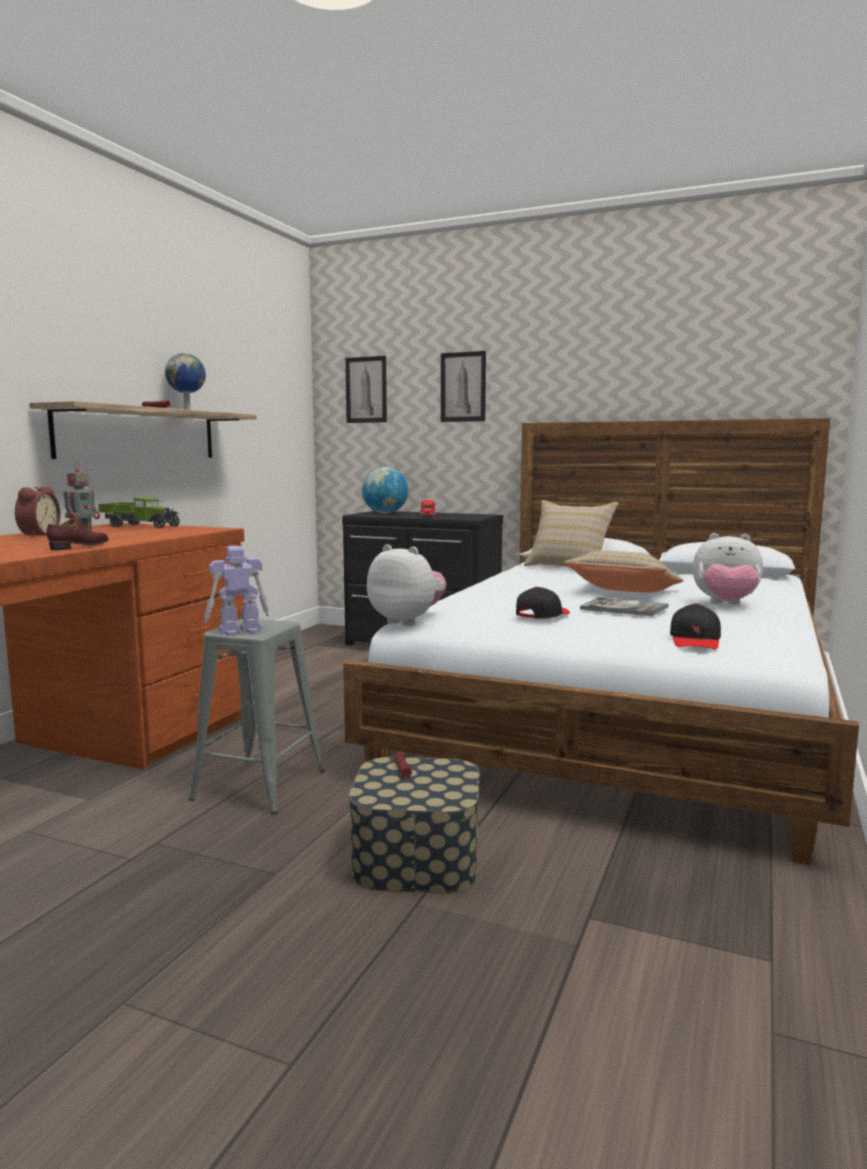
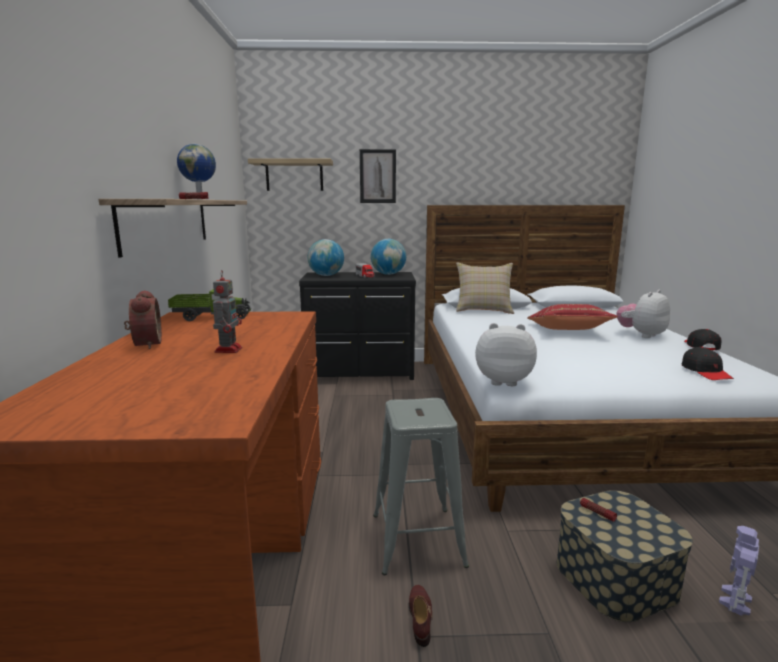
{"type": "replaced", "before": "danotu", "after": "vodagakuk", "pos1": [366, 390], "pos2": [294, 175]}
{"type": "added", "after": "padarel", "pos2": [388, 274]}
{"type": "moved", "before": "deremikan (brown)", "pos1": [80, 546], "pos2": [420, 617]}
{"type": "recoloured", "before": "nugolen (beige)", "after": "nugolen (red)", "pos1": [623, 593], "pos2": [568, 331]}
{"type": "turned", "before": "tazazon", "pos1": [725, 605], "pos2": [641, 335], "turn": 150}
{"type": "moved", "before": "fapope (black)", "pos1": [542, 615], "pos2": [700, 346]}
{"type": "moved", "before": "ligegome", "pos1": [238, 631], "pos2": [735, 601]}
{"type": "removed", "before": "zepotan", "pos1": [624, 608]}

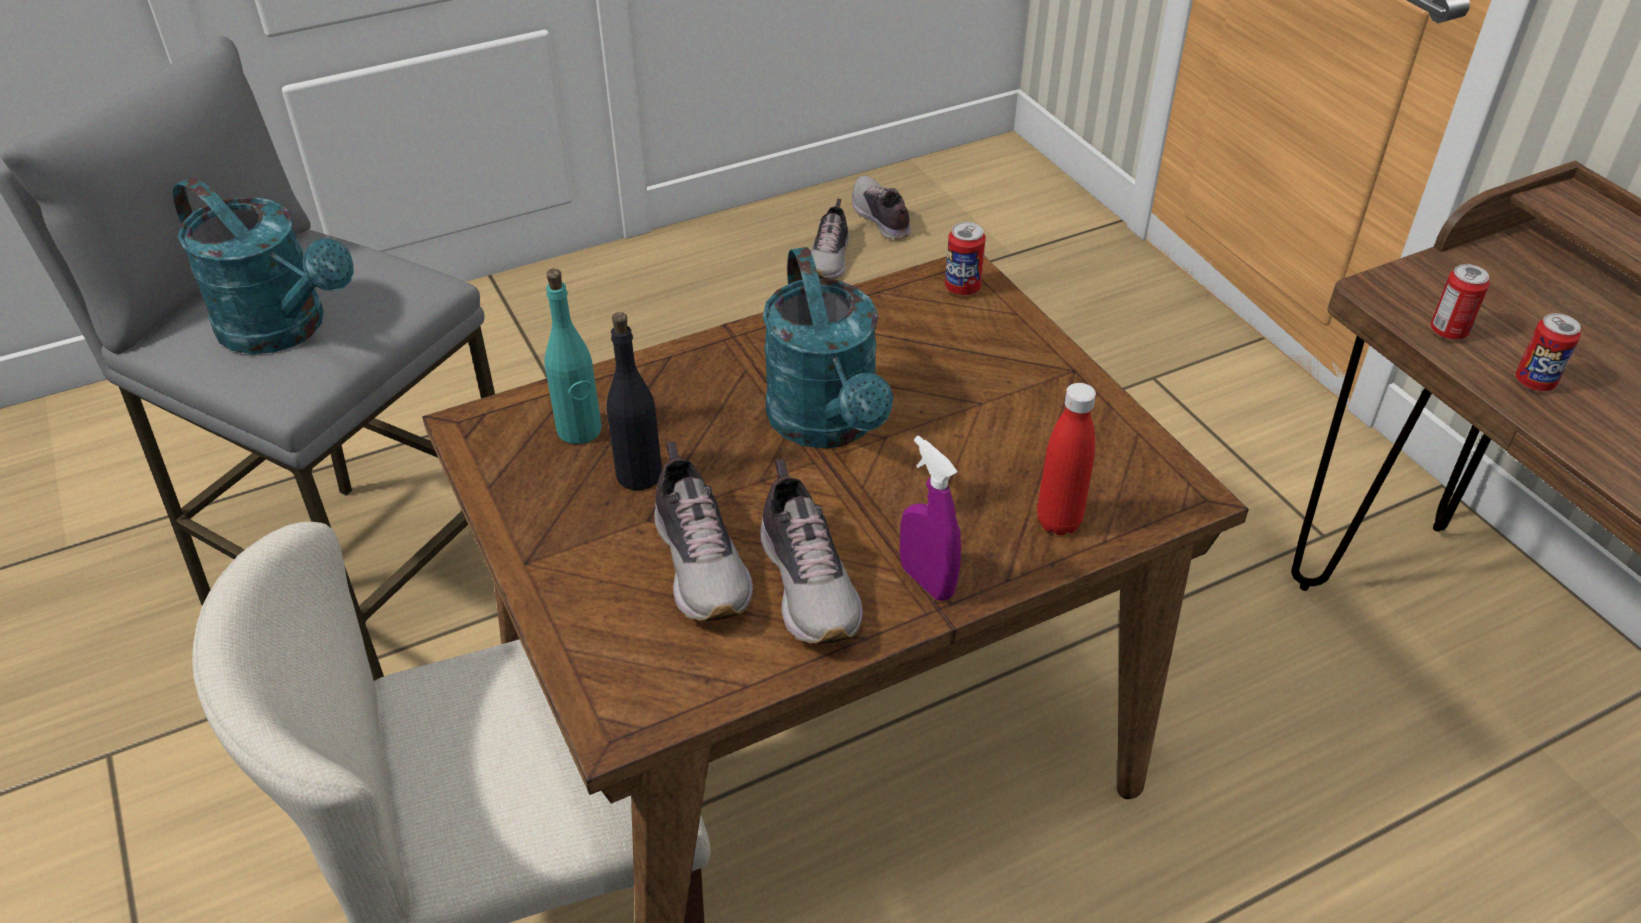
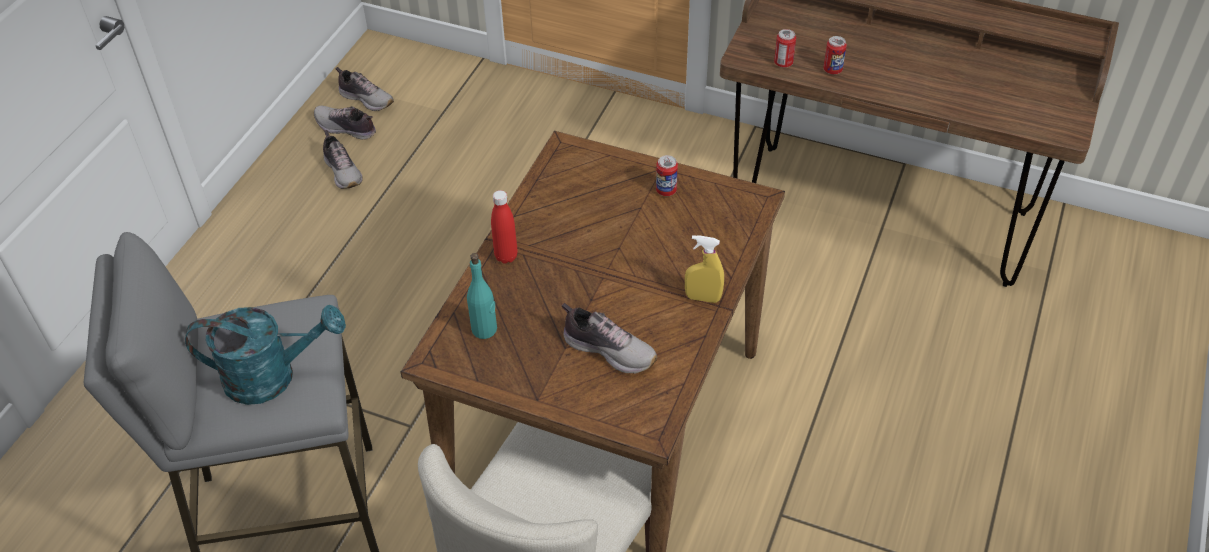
{"type": "moved", "before": "deremikan", "pos1": [809, 583], "pos2": [367, 99]}
{"type": "moved", "before": "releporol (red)", "pos1": [1058, 522], "pos2": [506, 256]}
{"type": "moved", "before": "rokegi", "pos1": [962, 288], "pos2": [666, 190]}
{"type": "recoloured", "before": "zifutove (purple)", "after": "zifutove (yellow)", "pos1": [926, 581], "pos2": [703, 298]}
{"type": "removed", "before": "releporol (black)", "pos1": [640, 474]}
{"type": "removed", "before": "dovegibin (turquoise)", "pos1": [828, 425]}

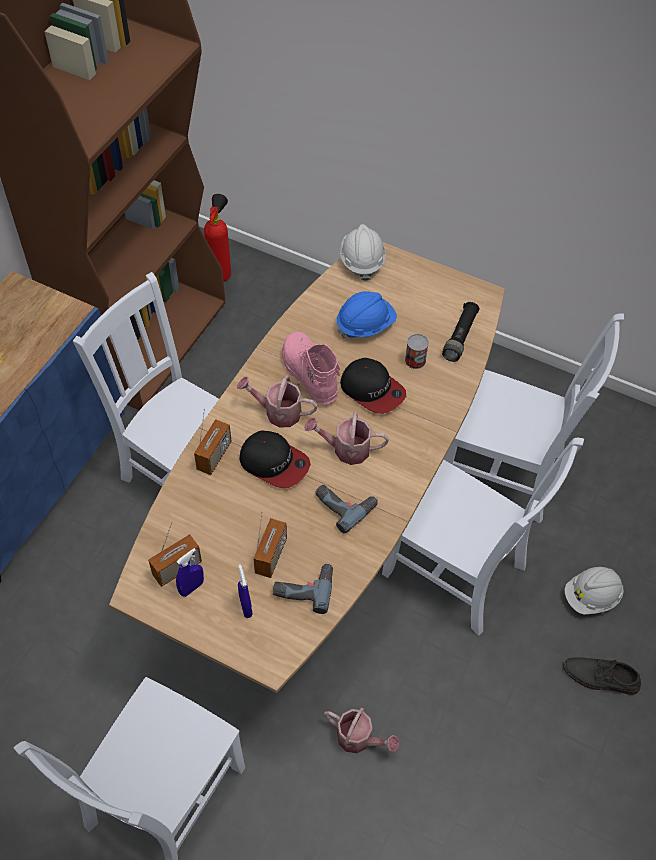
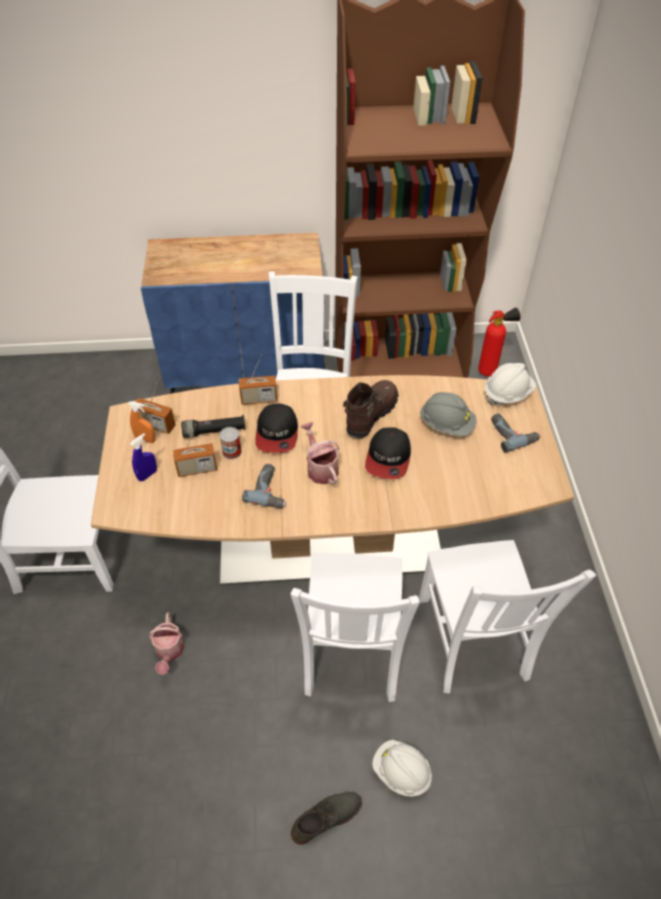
{"type": "recoloured", "before": "zifutove (blue)", "after": "zifutove (orange)", "pos1": [191, 588], "pos2": [145, 439]}
{"type": "moved", "before": "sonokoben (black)", "pos1": [460, 337], "pos2": [214, 431]}
{"type": "moved", "before": "rokegi", "pos1": [415, 360], "pos2": [232, 451]}
{"type": "turned", "before": "deremikan (grey)", "pos1": [600, 678], "pos2": [326, 817], "turn": 75}
{"type": "recoloured", "before": "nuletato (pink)", "after": "nuletato (brown)", "pos1": [308, 375], "pos2": [370, 415]}
{"type": "recoloured", "before": "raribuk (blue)", "after": "raribuk (grey)", "pos1": [365, 325], "pos2": [446, 425]}
{"type": "moved", "before": "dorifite", "pos1": [303, 587], "pos2": [512, 433]}
{"type": "removed", "before": "dovegibin", "pos1": [278, 412]}

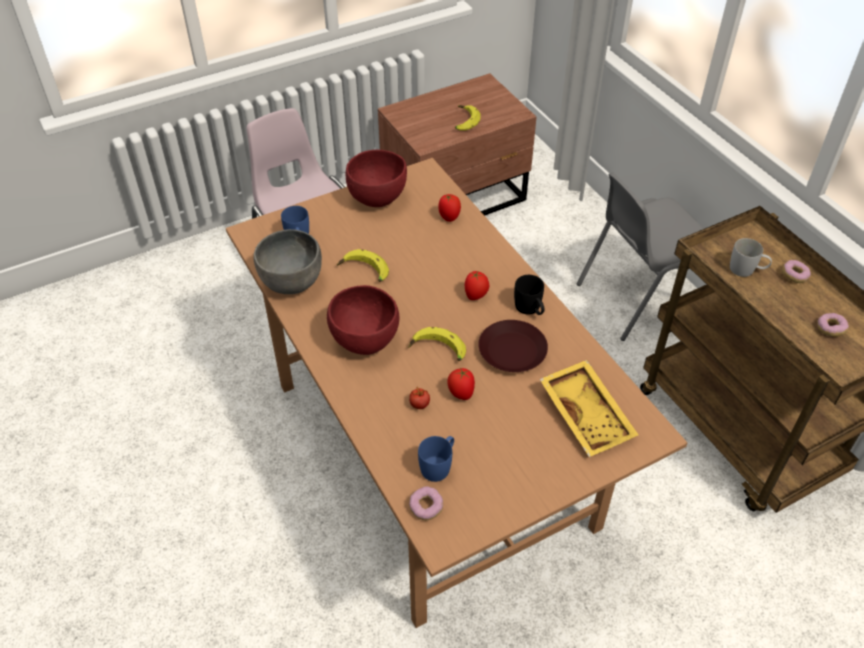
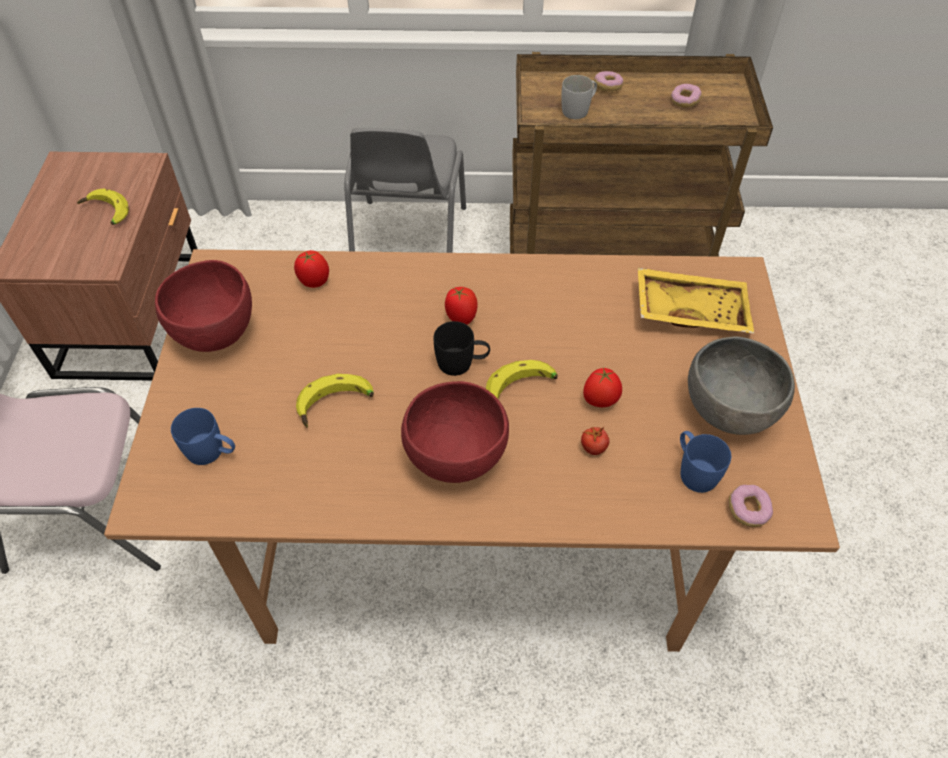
{"type": "moved", "before": "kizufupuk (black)", "pos1": [530, 309], "pos2": [462, 363]}
{"type": "moved", "before": "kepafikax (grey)", "pos1": [291, 283], "pos2": [729, 413]}
{"type": "removed", "before": "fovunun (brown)", "pos1": [512, 352]}

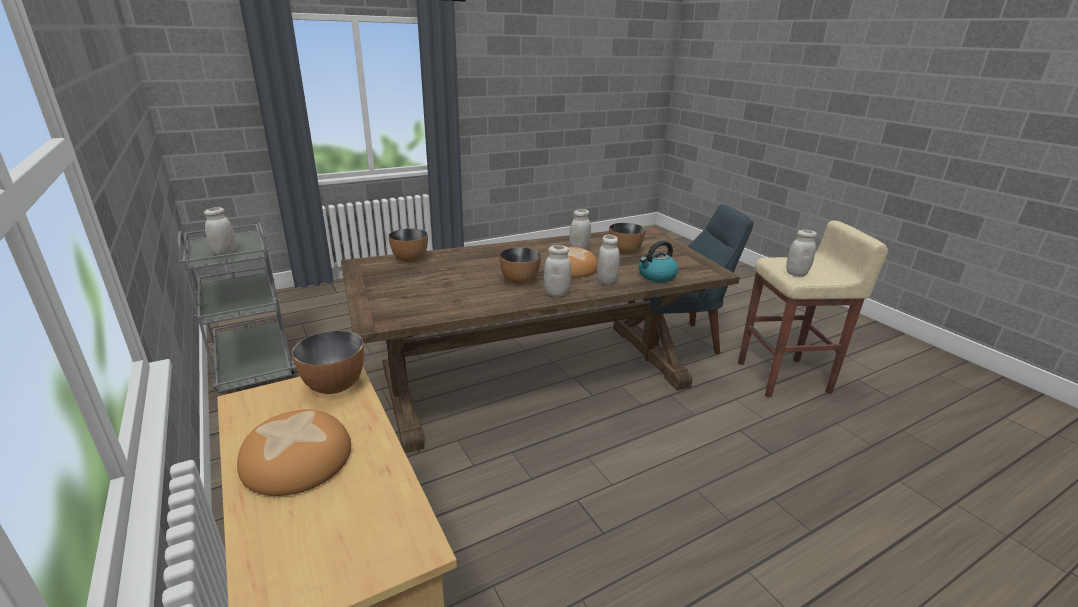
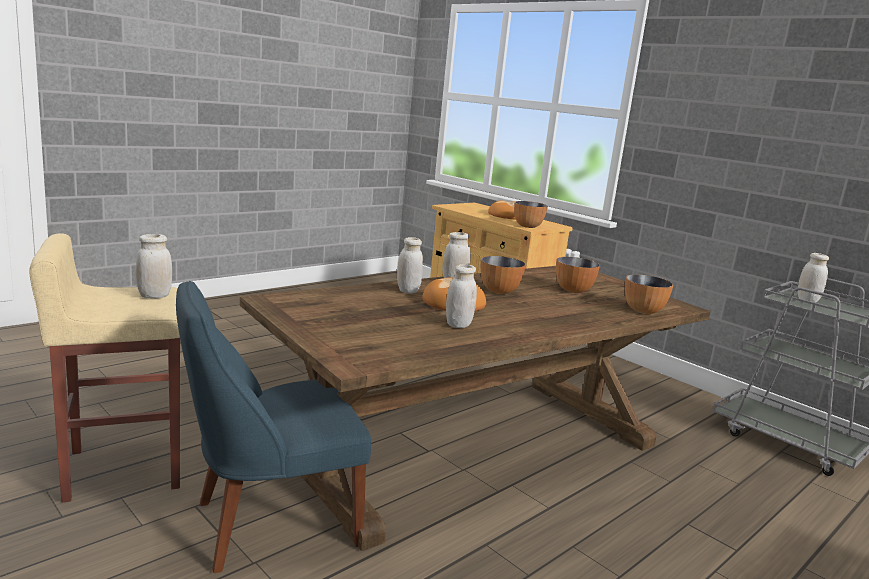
{"type": "moved", "before": "kepafikax", "pos1": [624, 252], "pos2": [573, 290]}
{"type": "removed", "before": "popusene", "pos1": [656, 276]}

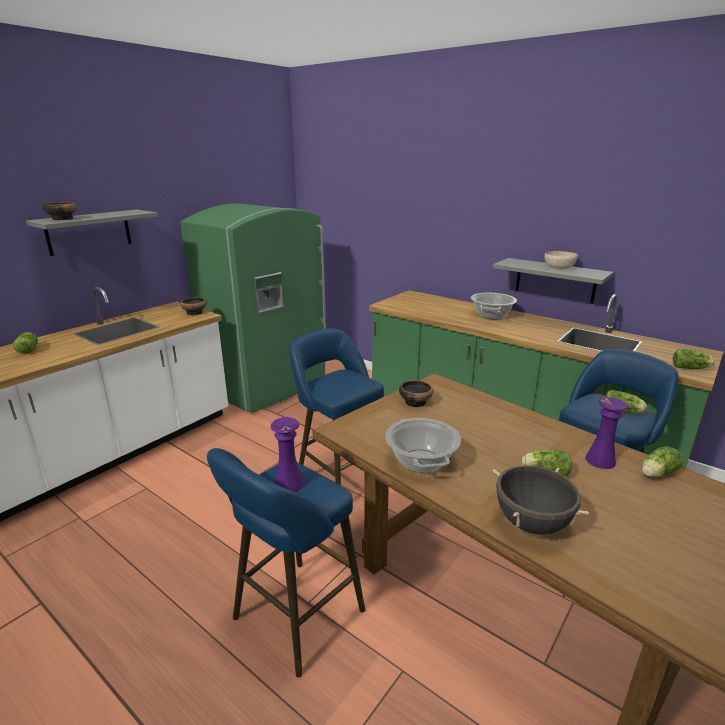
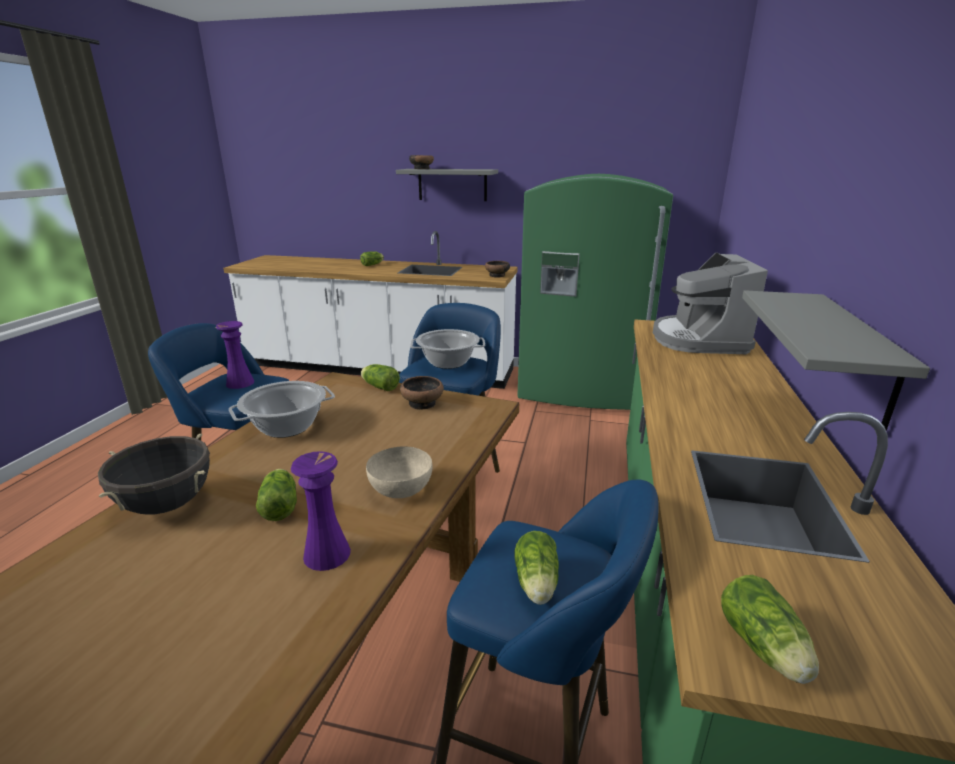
{"type": "moved", "before": "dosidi", "pos1": [656, 474], "pos2": [379, 386]}
{"type": "moved", "before": "kepafikax (beige)", "pos1": [558, 267], "pos2": [400, 487]}
{"type": "moved", "before": "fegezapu", "pos1": [491, 315], "pos2": [448, 362]}
{"type": "added", "after": "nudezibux", "pos2": [698, 339]}

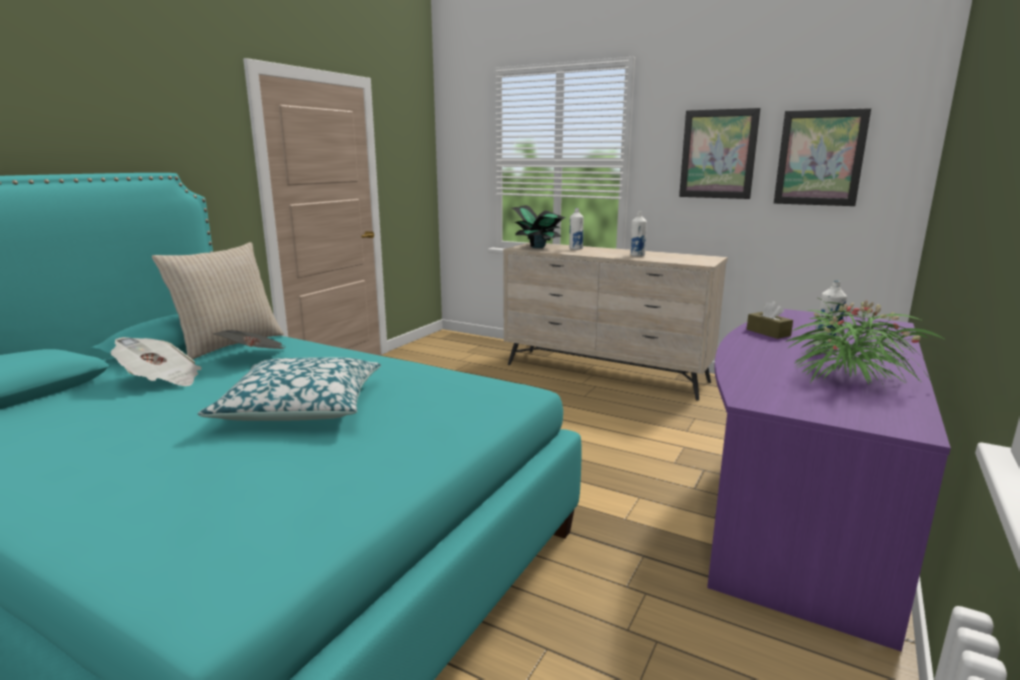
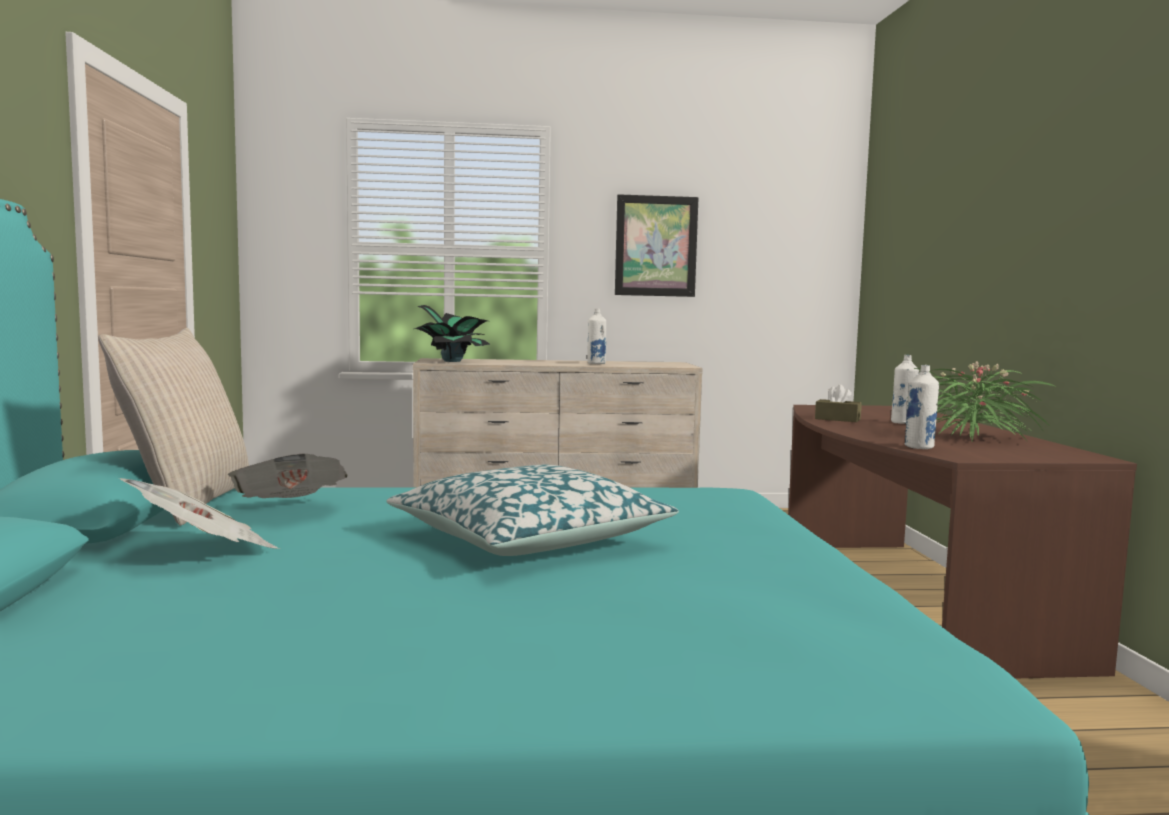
{"type": "recoloured", "before": "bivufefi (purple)", "after": "bivufefi (brown)", "pos1": [801, 505], "pos2": [906, 598]}
{"type": "moved", "before": "releporol (white)", "pos1": [575, 249], "pos2": [919, 447]}
{"type": "removed", "before": "danotu", "pos1": [820, 158]}

